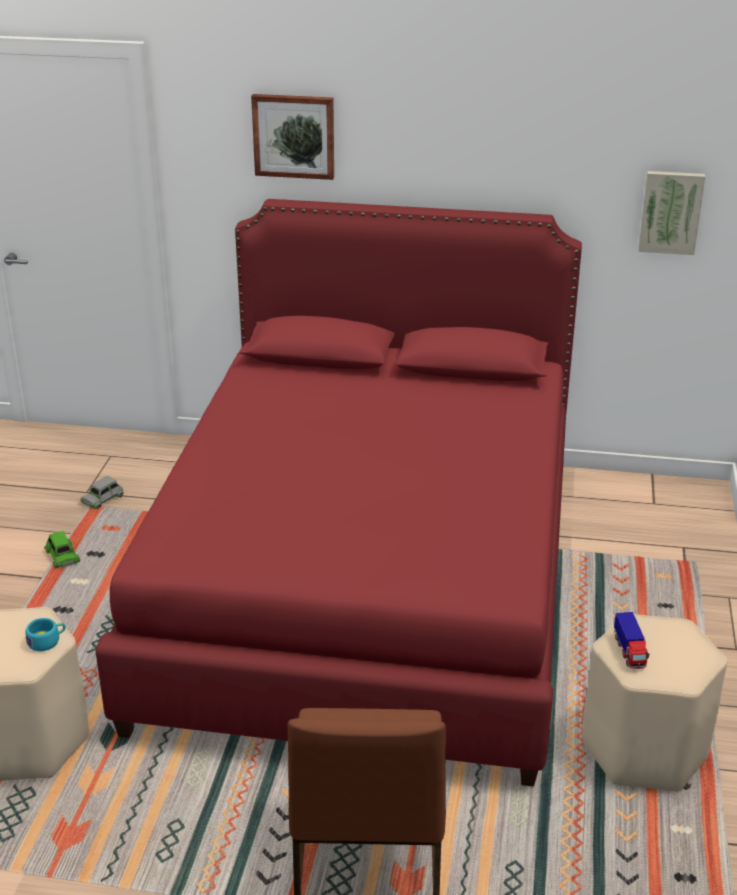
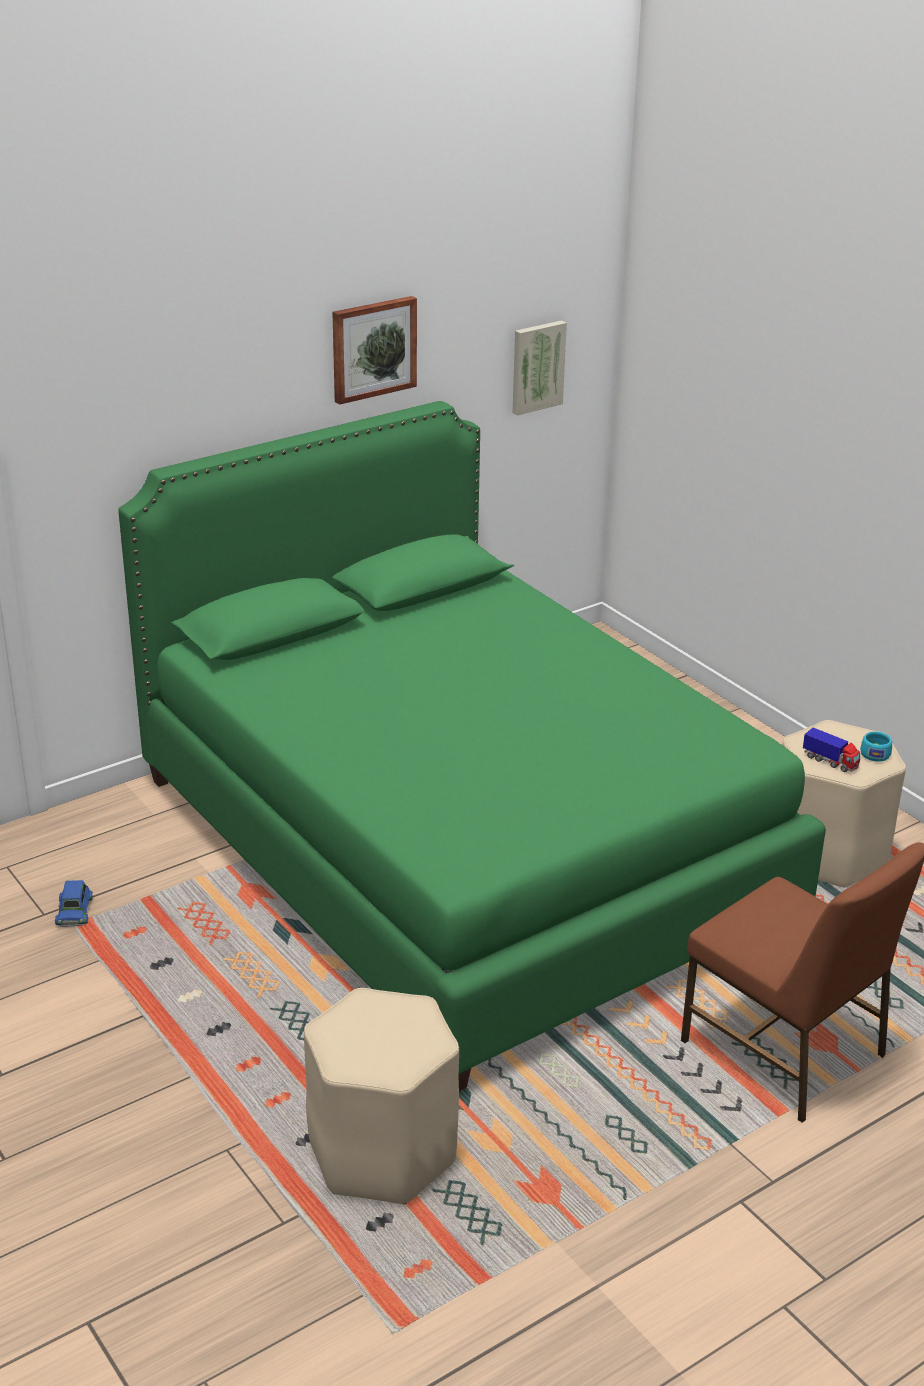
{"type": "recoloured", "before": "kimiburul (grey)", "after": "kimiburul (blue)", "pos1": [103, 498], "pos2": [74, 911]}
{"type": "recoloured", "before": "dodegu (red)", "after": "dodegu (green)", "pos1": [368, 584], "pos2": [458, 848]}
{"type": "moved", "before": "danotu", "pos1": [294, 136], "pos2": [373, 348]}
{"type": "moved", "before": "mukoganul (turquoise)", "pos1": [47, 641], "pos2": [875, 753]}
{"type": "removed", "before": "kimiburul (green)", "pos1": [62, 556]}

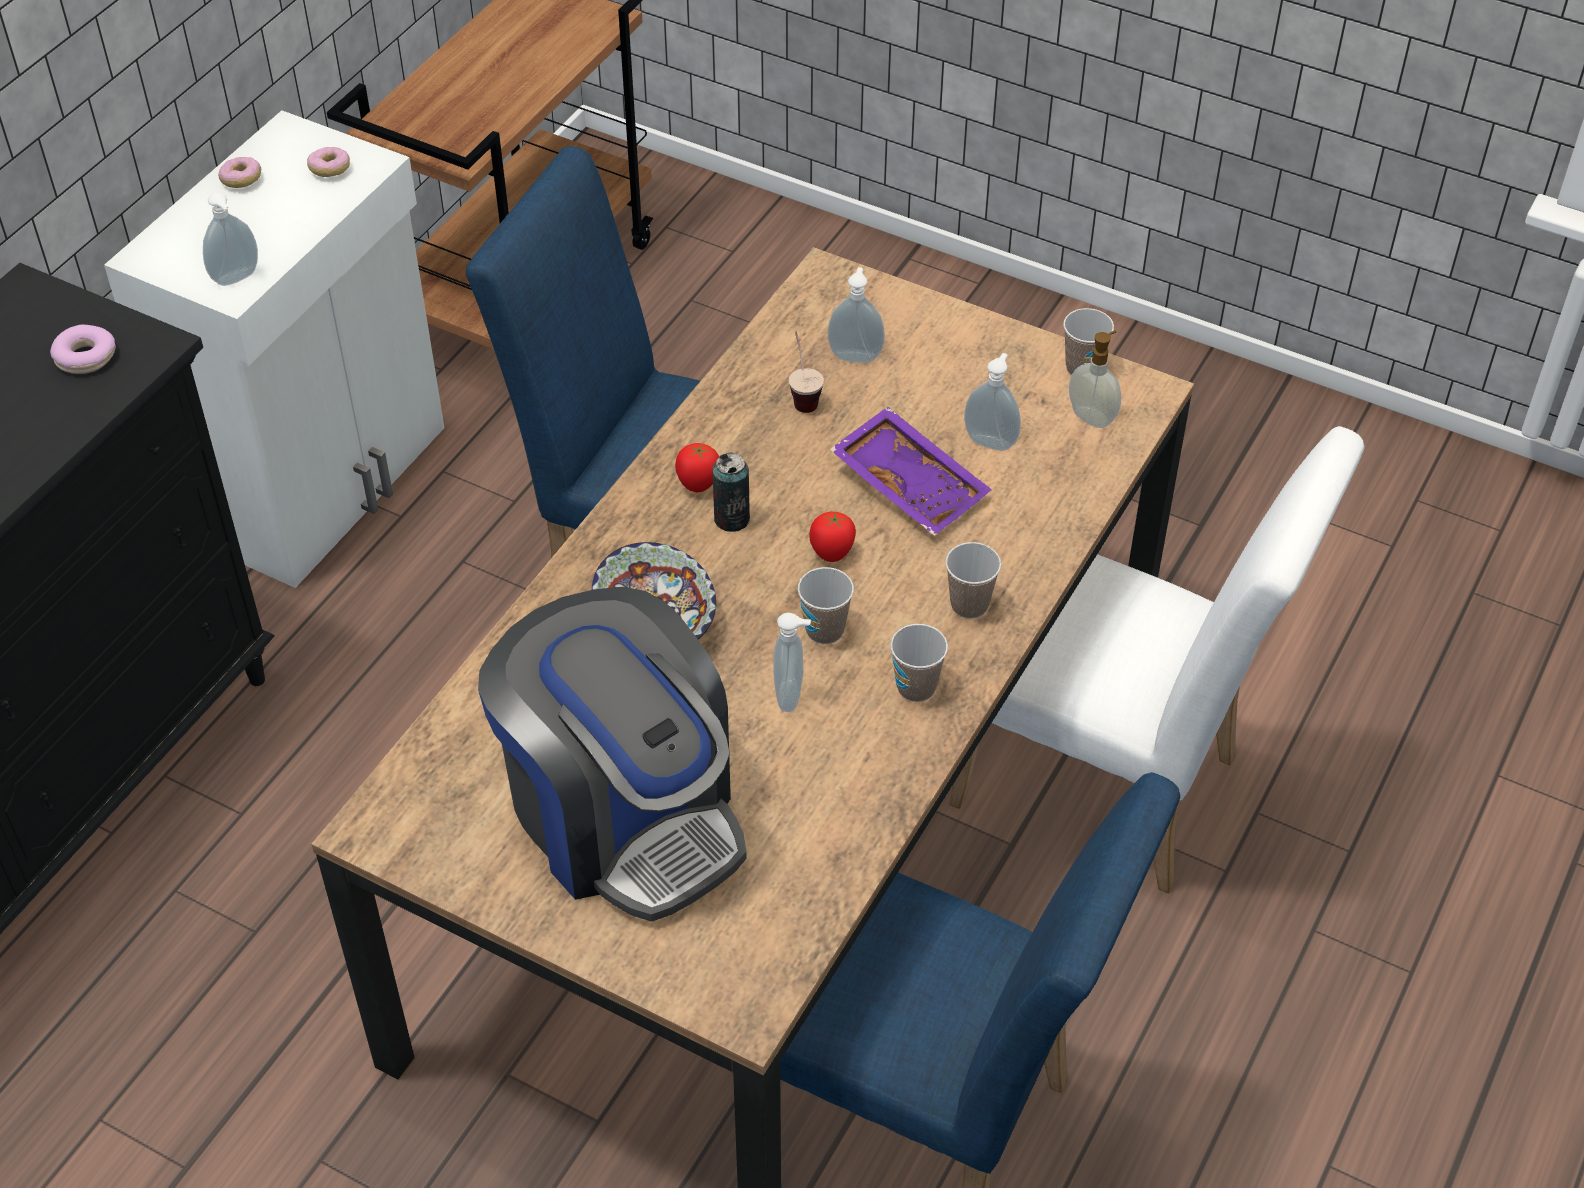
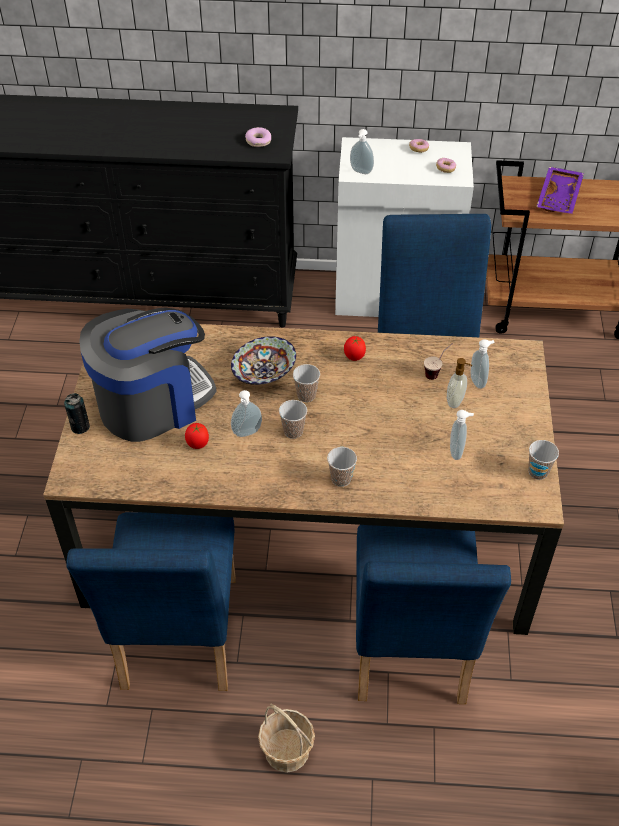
{"type": "moved", "before": "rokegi", "pos1": [732, 519], "pos2": [80, 427]}
{"type": "turned", "before": "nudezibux", "pos1": [624, 814], "pos2": [153, 402], "turn": -150}
{"type": "moved", "before": "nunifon", "pos1": [832, 554], "pos2": [198, 445]}
{"type": "added", "after": "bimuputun", "pos2": [287, 751]}
{"type": "moved", "before": "mukoganul", "pos1": [916, 687], "pos2": [306, 395]}
{"type": "recoloured", "before": "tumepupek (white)", "after": "tumepupek (blue)", "pos1": [1115, 790], "pos2": [408, 655]}
{"type": "moved", "before": "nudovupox", "pos1": [1092, 416], "pos2": [455, 401]}
{"type": "moved", "before": "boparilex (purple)", "pos1": [911, 483], "pos2": [560, 197]}

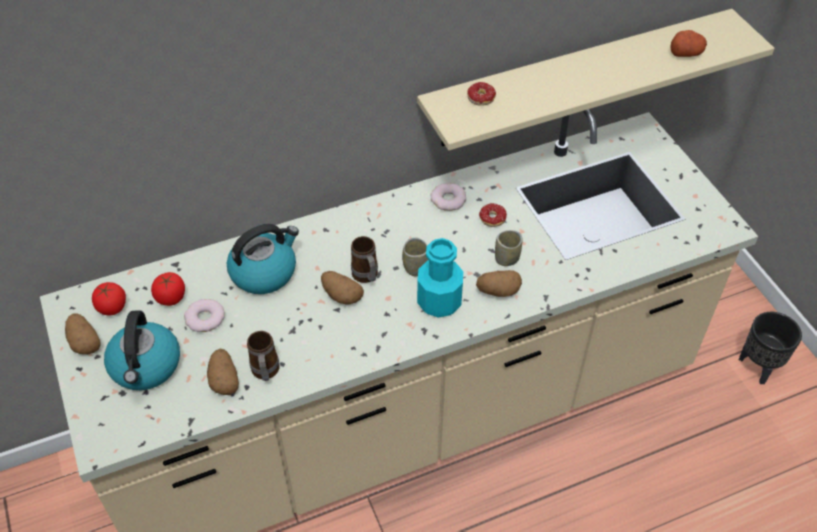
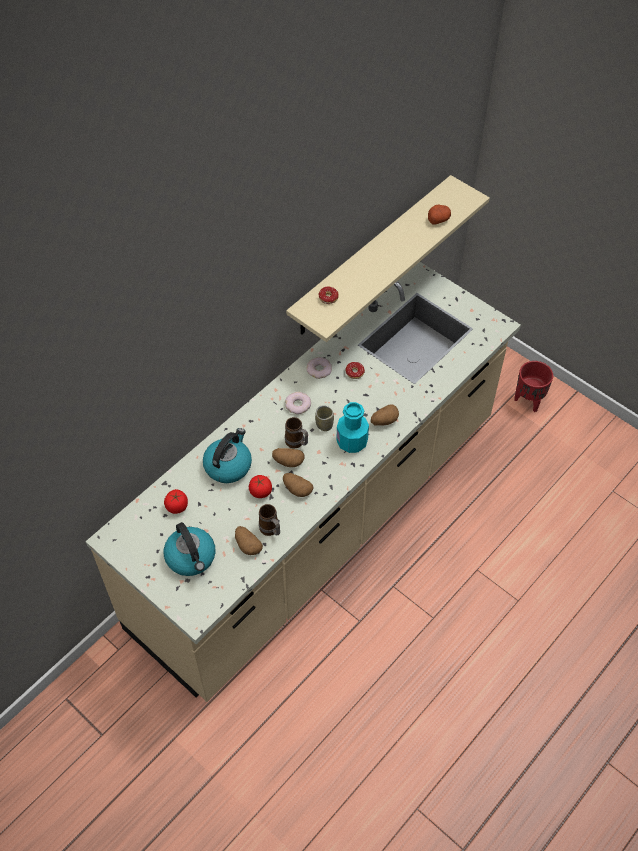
{"type": "moved", "before": "nunifon", "pos1": [112, 307], "pos2": [260, 492]}
{"type": "moved", "before": "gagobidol", "pos1": [84, 342], "pos2": [297, 489]}
{"type": "moved", "before": "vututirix", "pos1": [205, 318], "pos2": [298, 405]}
{"type": "recoloured", "before": "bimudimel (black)", "after": "bimudimel (red)", "pos1": [759, 367], "pos2": [529, 400]}
{"type": "removed", "before": "mukoganul", "pos1": [506, 259]}

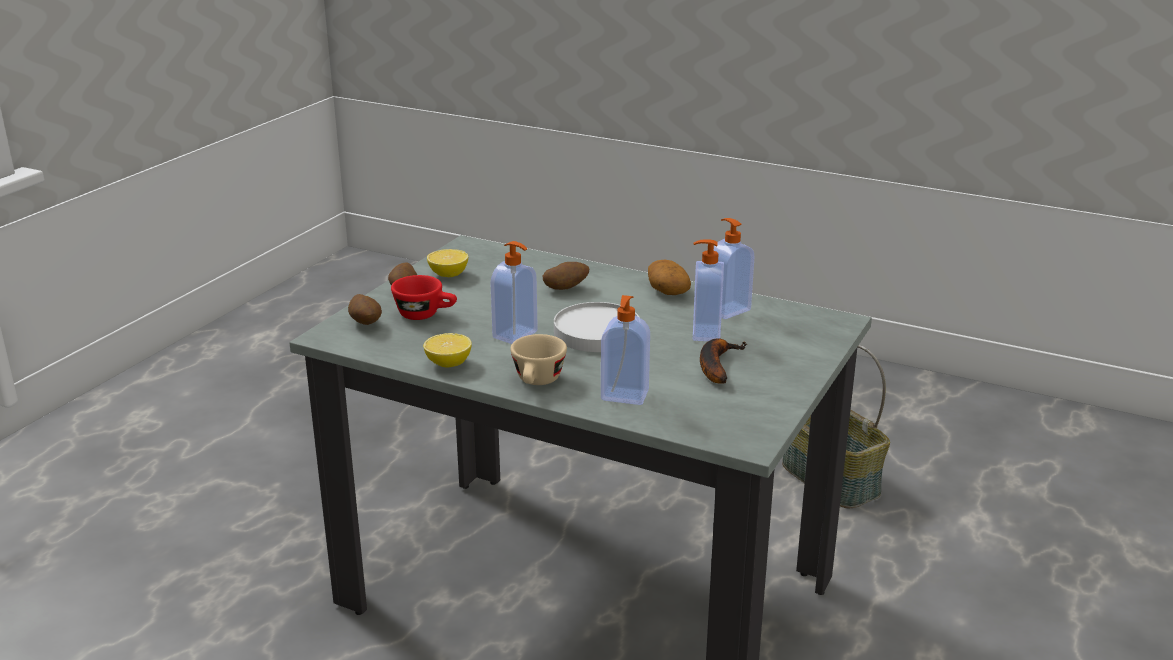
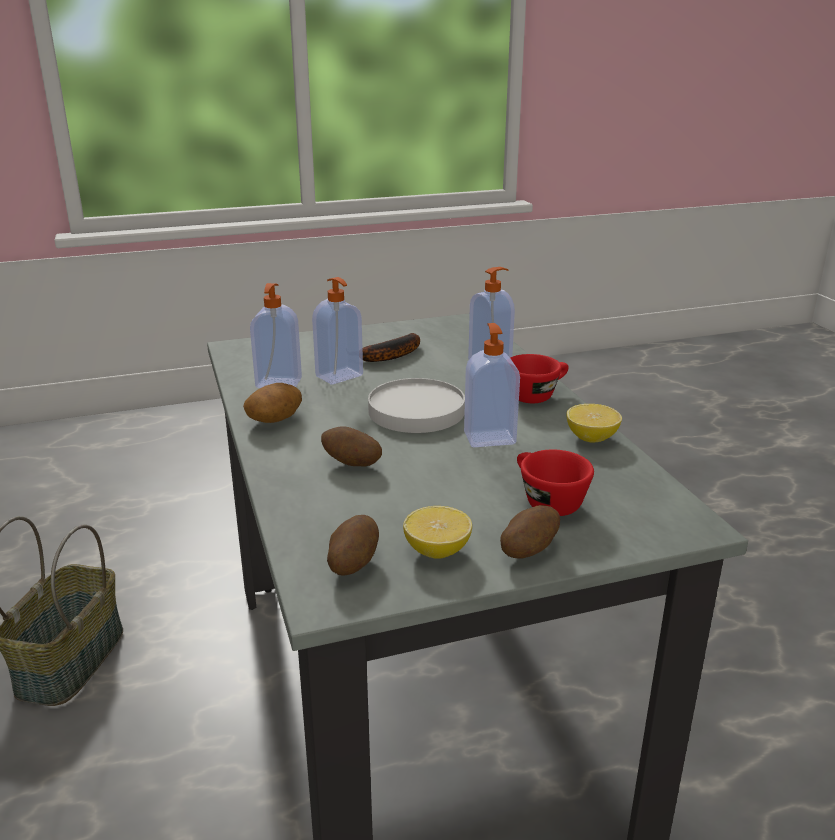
{"type": "moved", "before": "gagobidol", "pos1": [366, 323], "pos2": [352, 564]}
{"type": "recoloured", "before": "mukoganul (beige)", "after": "mukoganul (red)", "pos1": [538, 382], "pos2": [536, 395]}

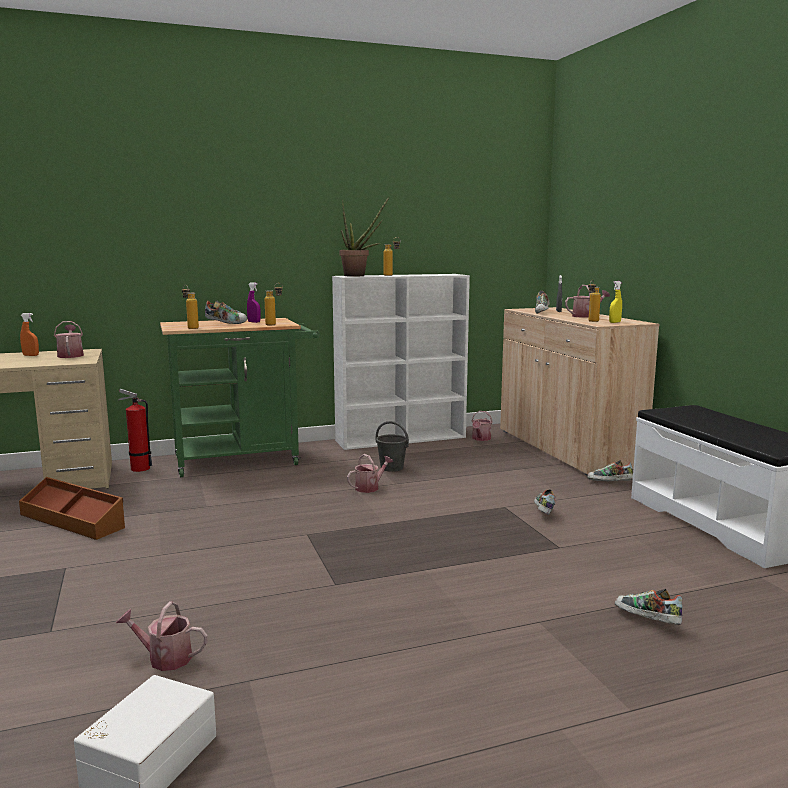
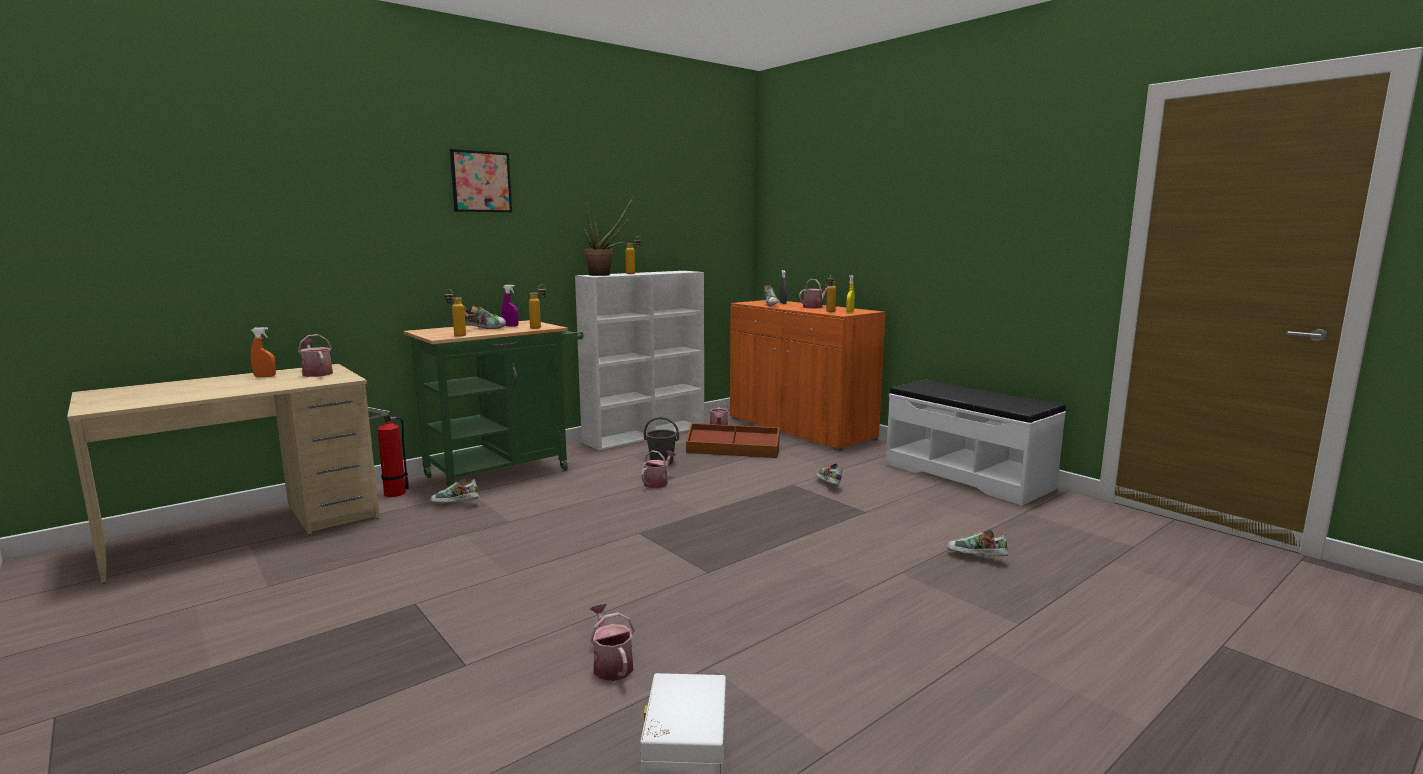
{"type": "moved", "before": "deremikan", "pos1": [609, 483], "pos2": [455, 505]}
{"type": "added", "after": "danotu", "pos2": [481, 181]}
{"type": "turned", "before": "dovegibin", "pos1": [164, 658], "pos2": [611, 664], "turn": 75}
{"type": "moved", "before": "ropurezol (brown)", "pos1": [73, 520], "pos2": [733, 451]}
{"type": "recoloured", "before": "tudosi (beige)", "after": "tudosi (orange)", "pos1": [566, 449], "pos2": [800, 428]}

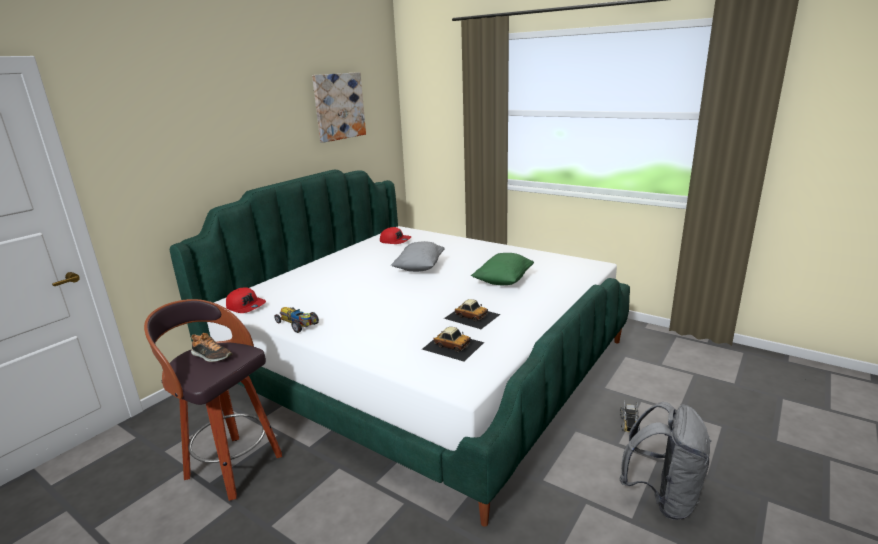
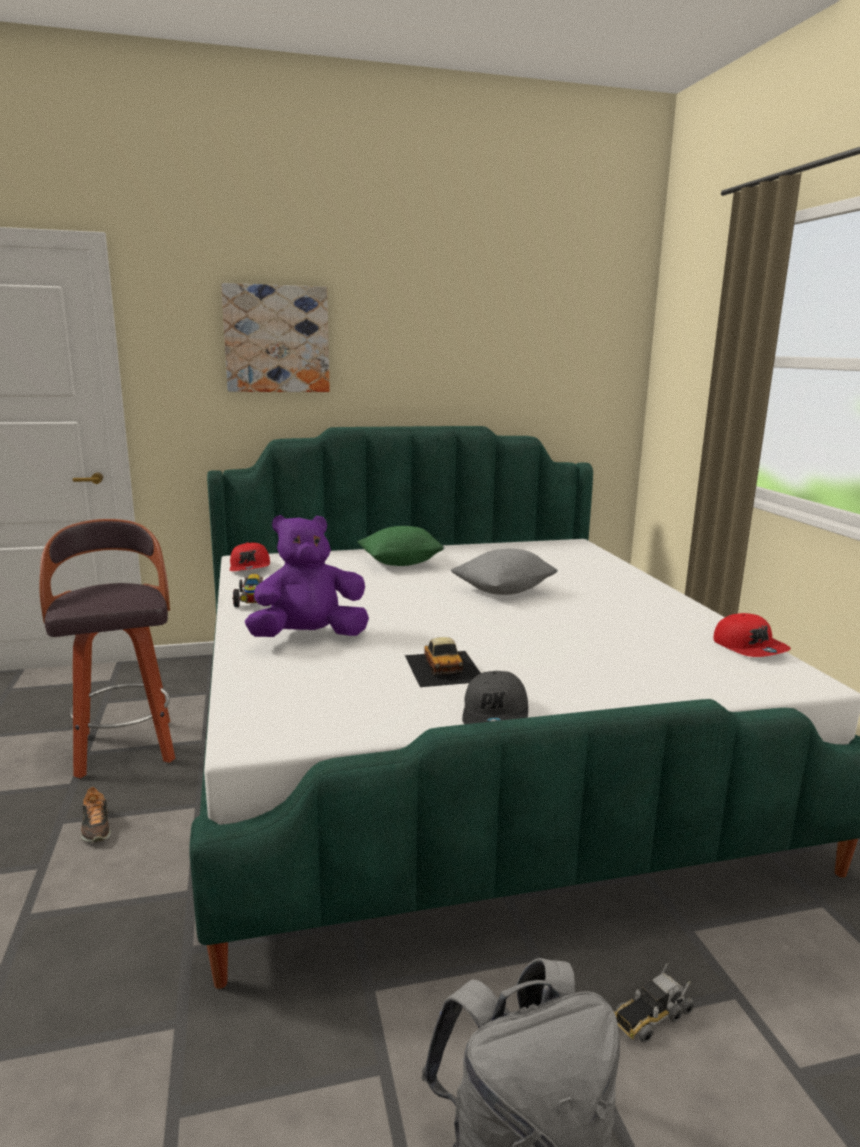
{"type": "moved", "before": "deremikan", "pos1": [211, 356], "pos2": [96, 827]}
{"type": "moved", "before": "danotu", "pos1": [339, 106], "pos2": [276, 339]}
{"type": "added", "after": "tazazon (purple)", "pos2": [309, 637]}
{"type": "moved", "before": "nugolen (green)", "pos1": [503, 281], "pos2": [401, 563]}
{"type": "added", "after": "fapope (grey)", "pos2": [496, 714]}
{"type": "moved", "before": "fapope (red)", "pos1": [395, 241], "pos2": [749, 647]}
{"type": "removed", "before": "kimiburul", "pos1": [453, 345]}

